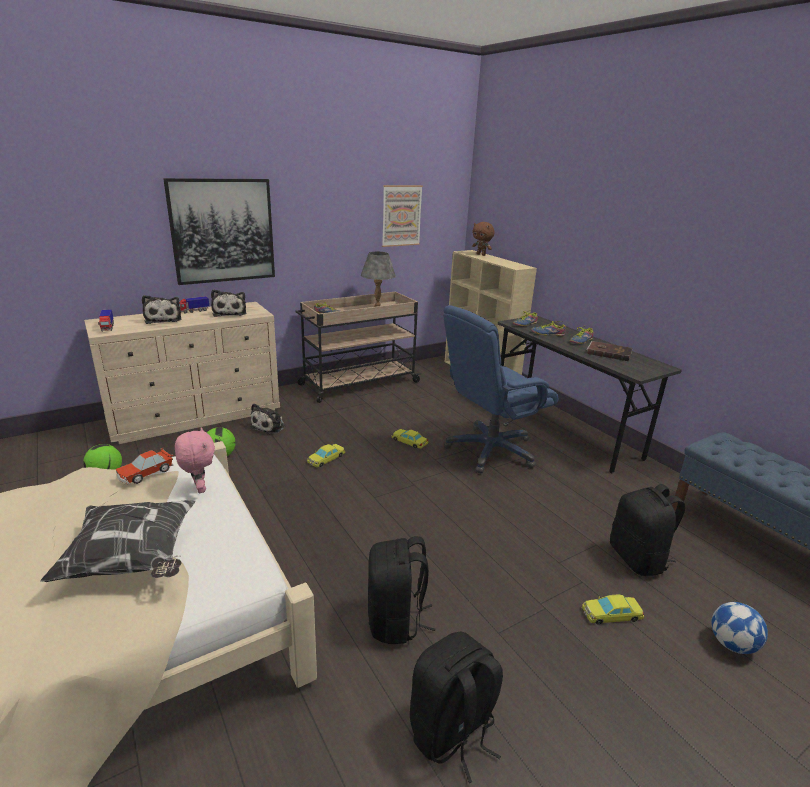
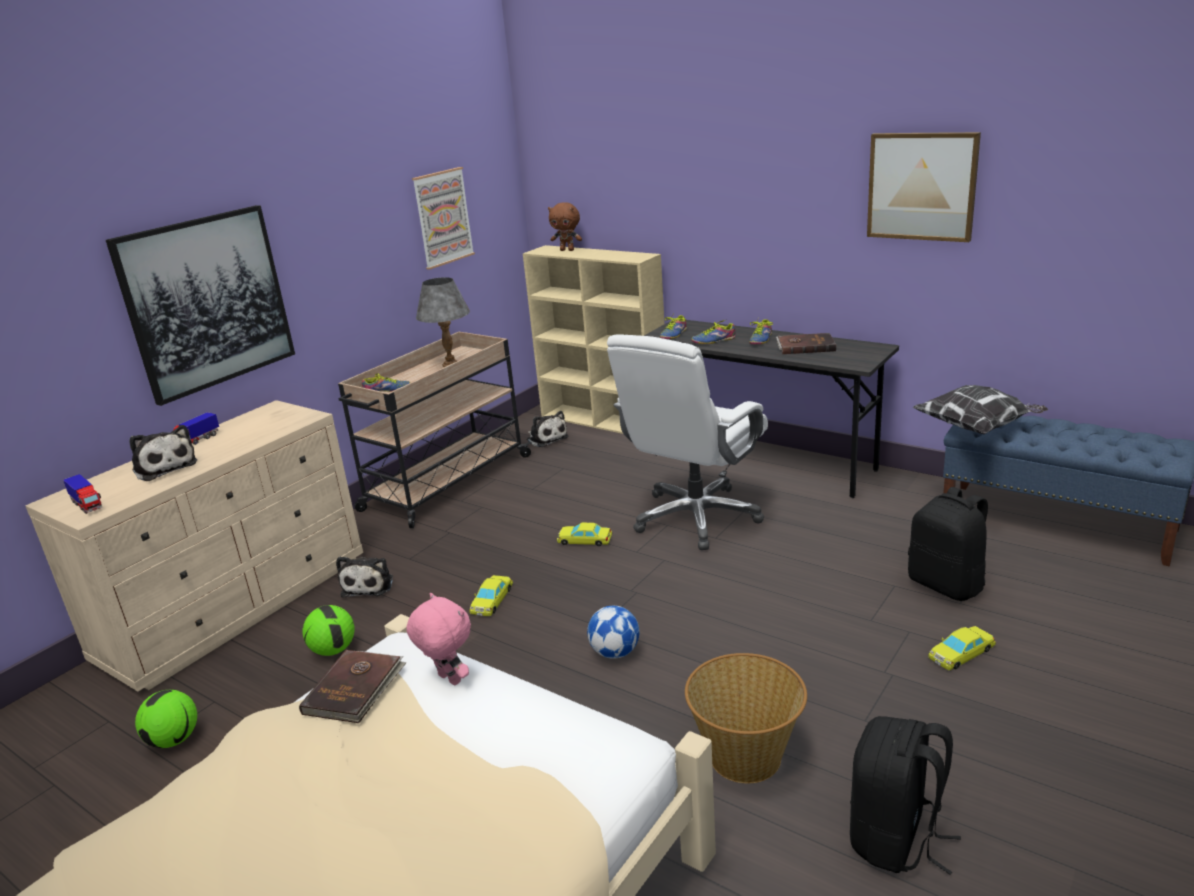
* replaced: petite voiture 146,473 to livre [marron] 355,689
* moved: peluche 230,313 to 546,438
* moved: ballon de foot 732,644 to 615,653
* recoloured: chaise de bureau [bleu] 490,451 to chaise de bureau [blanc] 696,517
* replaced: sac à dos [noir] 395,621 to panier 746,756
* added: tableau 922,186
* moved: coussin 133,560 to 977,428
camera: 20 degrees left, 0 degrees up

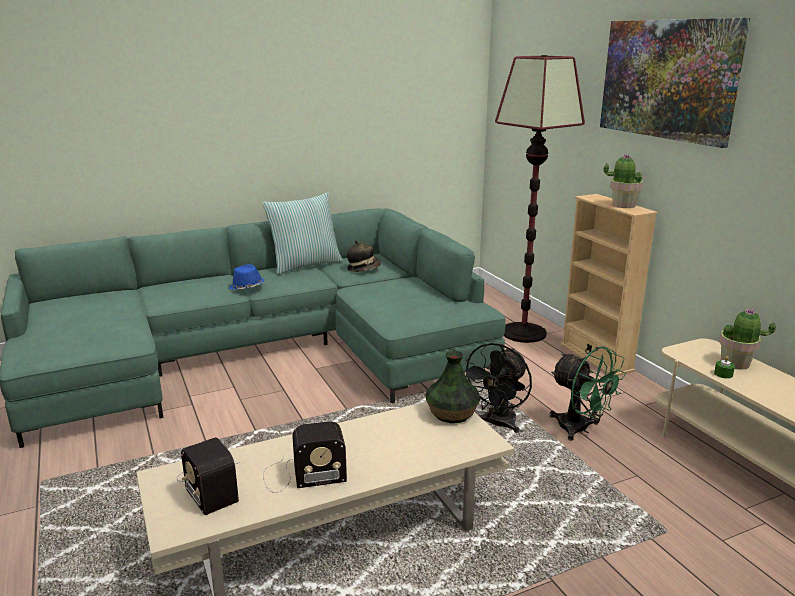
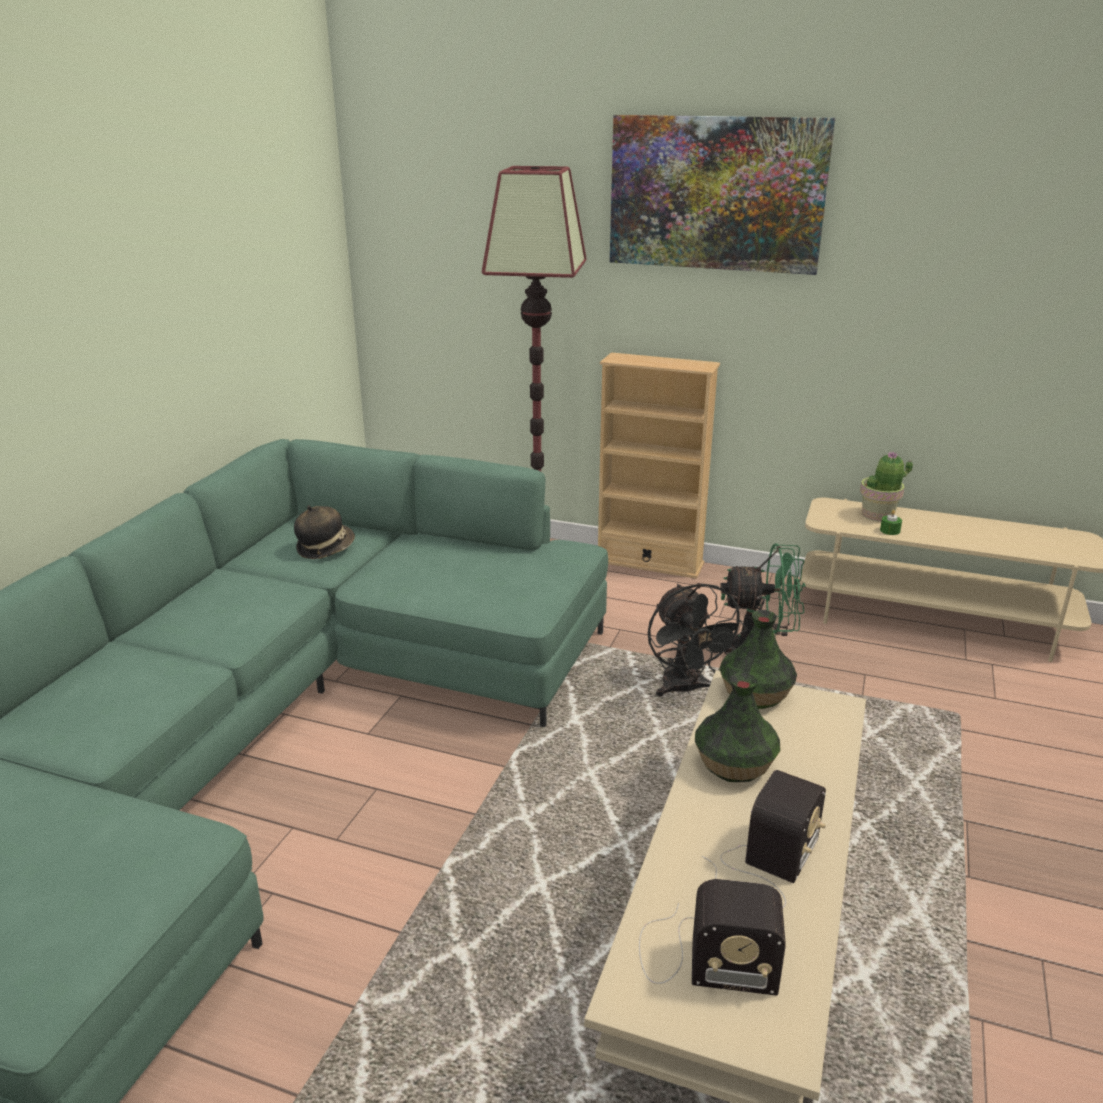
* added: vase 735,765
* removed: chapeau [bleu] 247,288
* removed: coussin 305,265
* removed: plante en pot 623,205
camera: 45 degrees left, 5 degrees up

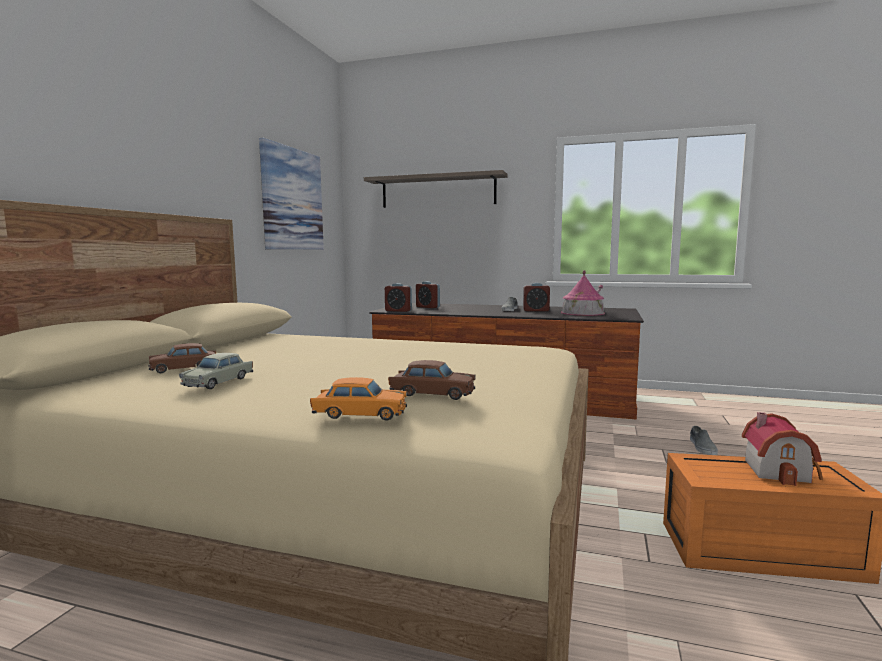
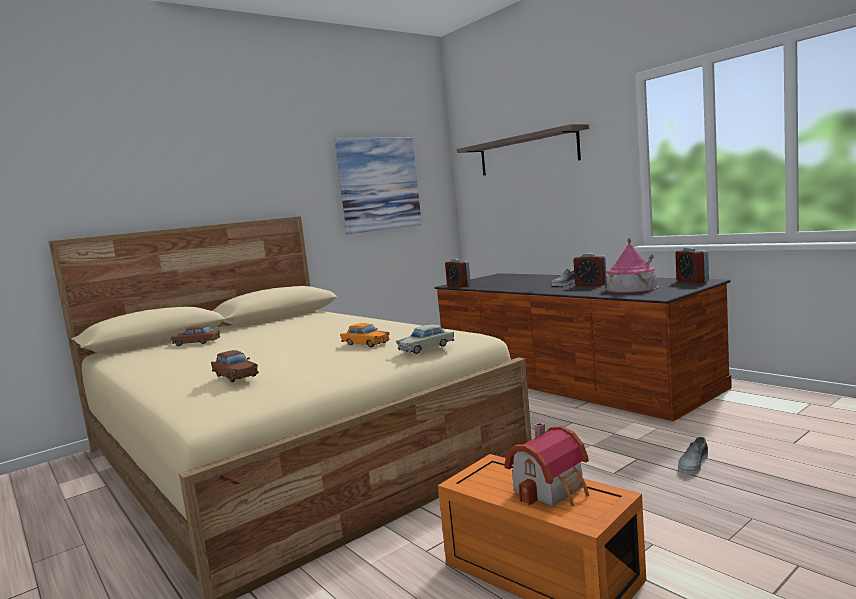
* moved: petite voiture [orange] 360,414 to 365,343
* moved: petite voiture [beige] 219,382 to 426,348
* moved: réveil 427,307 to 692,281
camera: 35 degrees right, 0 degrees up

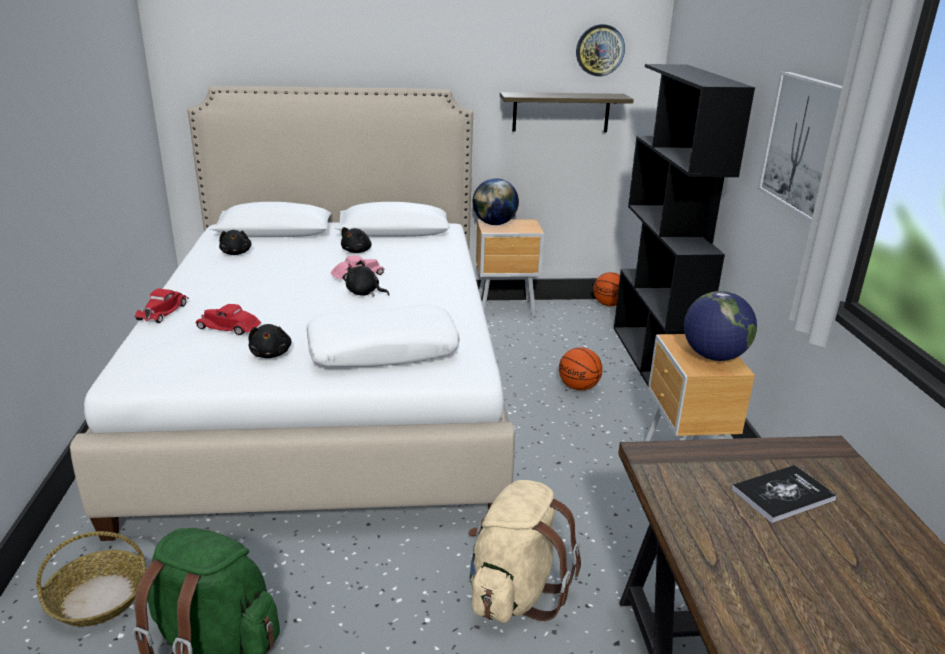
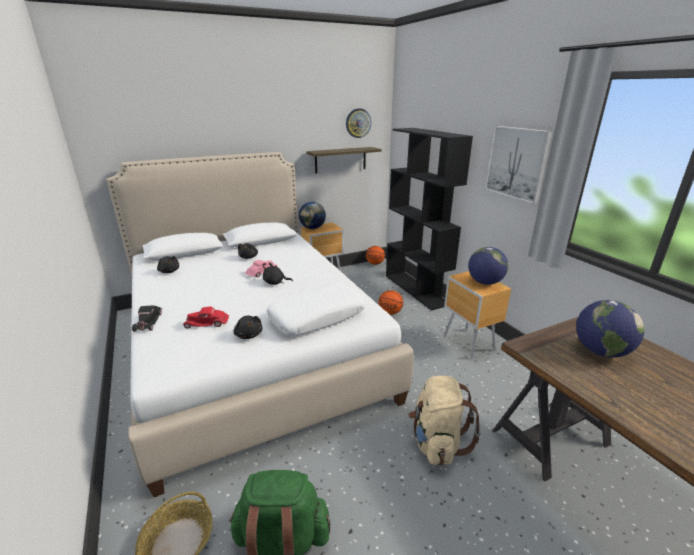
* recoloured: petite voiture [rouge] 163,311 to petite voiture [noir] 148,321
* replaced: livre 782,495 to globe 600,351
camera: 20 degrees left, 0 degrees up

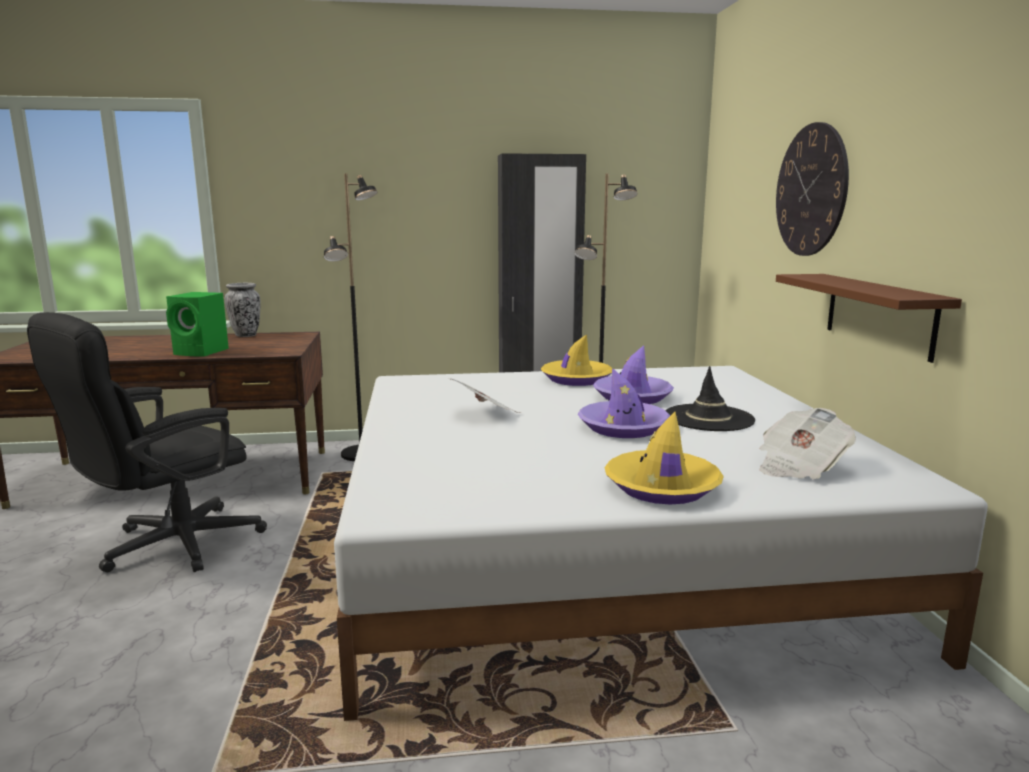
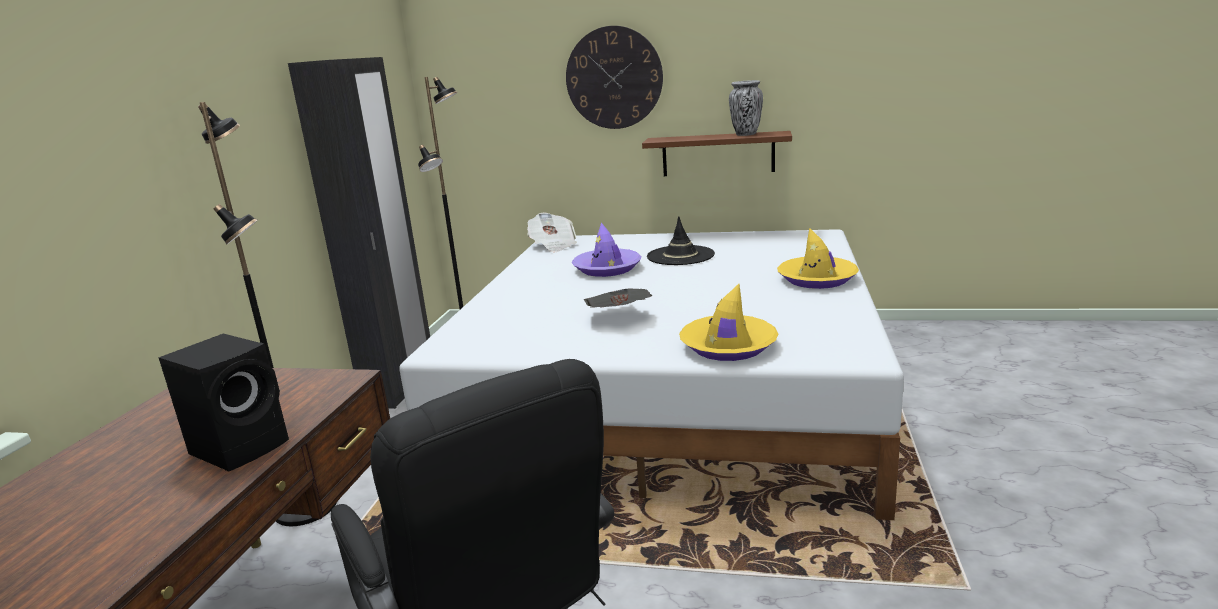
* recoloured: enceinte [vert] 202,352 to enceinte [noir] 243,446
* moved: journal 799,467 to 553,245
* moved: chapeau [jaune] 576,379 to 728,346
* moved: vase 246,335 to 746,134
* removed: chapeau [violet] 623,427
camera: 70 degrees left, 5 degrees up

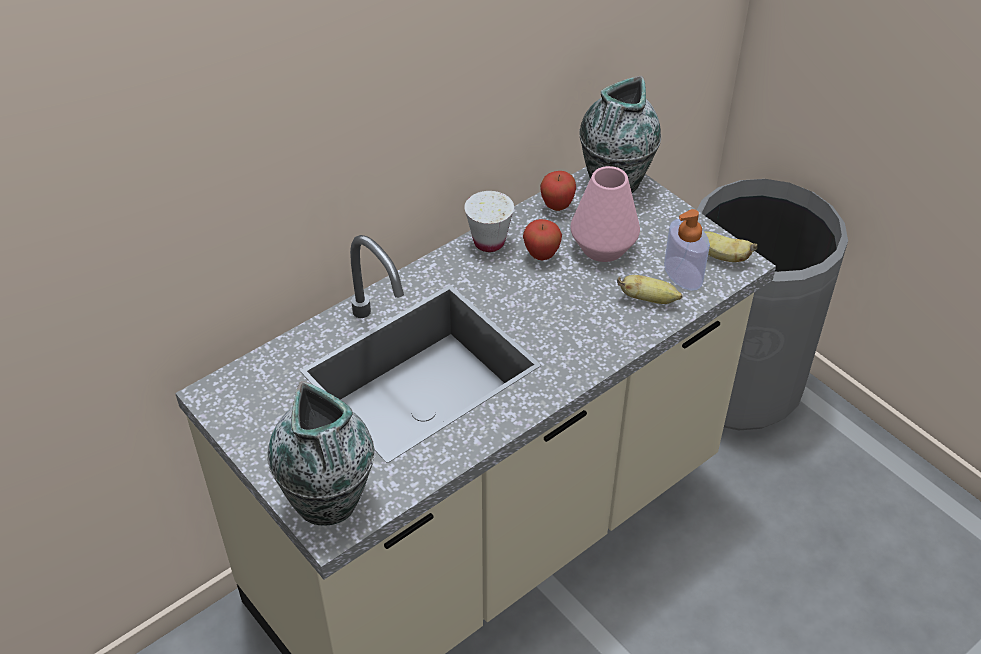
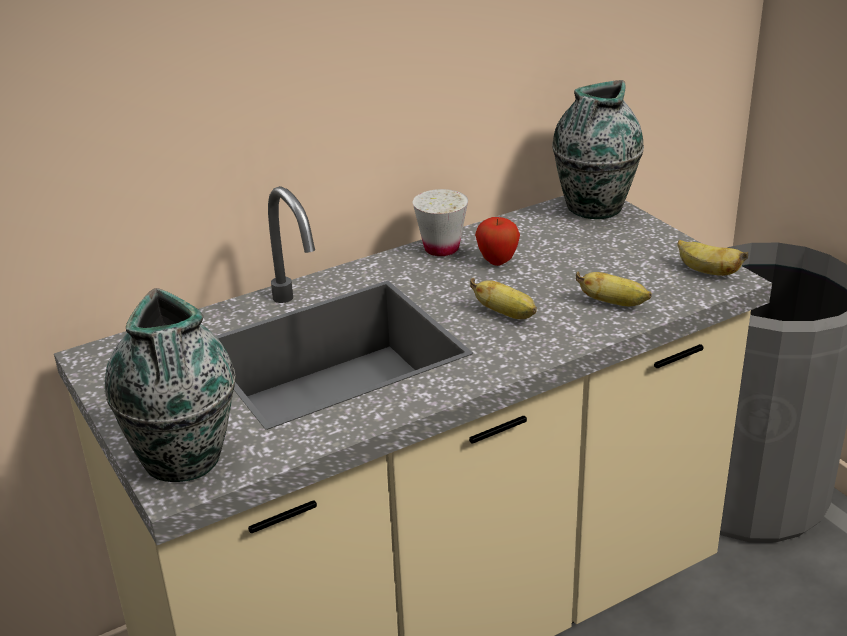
* added: banane 506,314
* removed: pomme 557,206
* removed: vase [rose] 603,247
* removed: distributeur de savon 683,273
camera: 10 degrees right, 15 degrees down

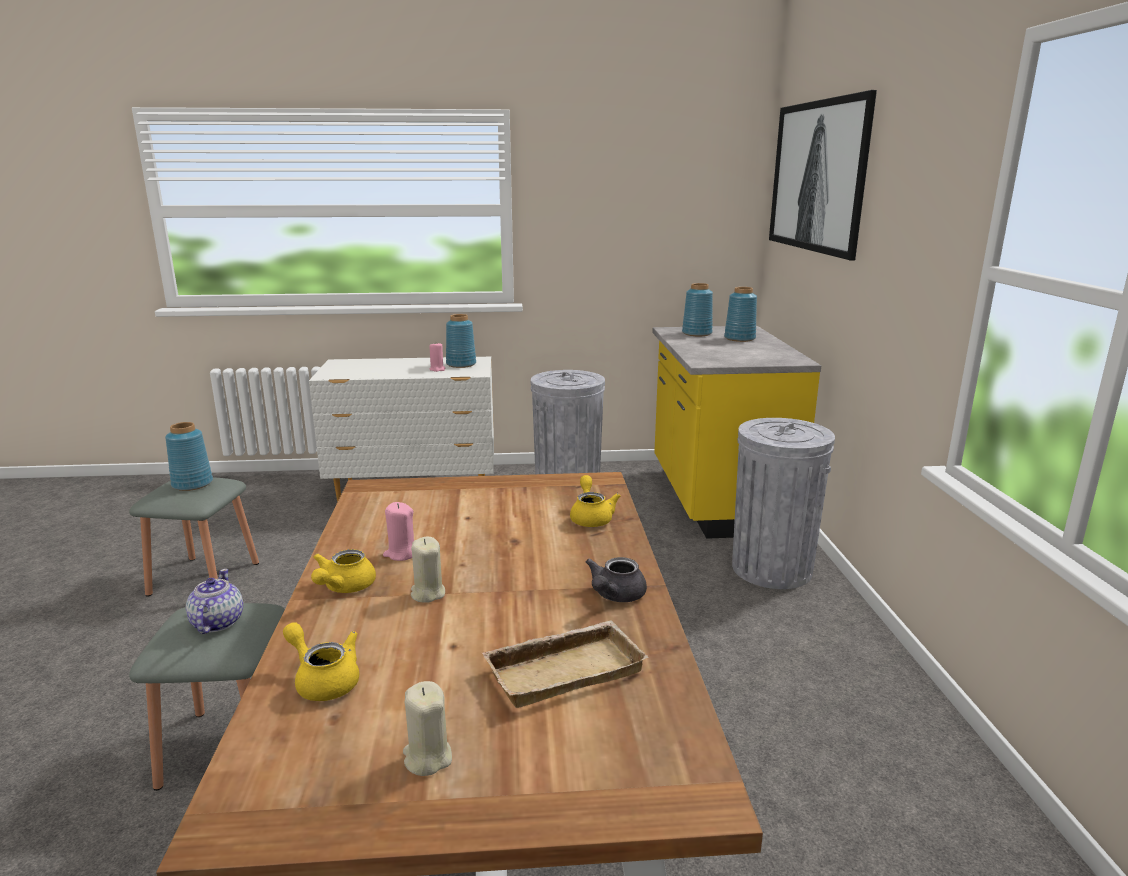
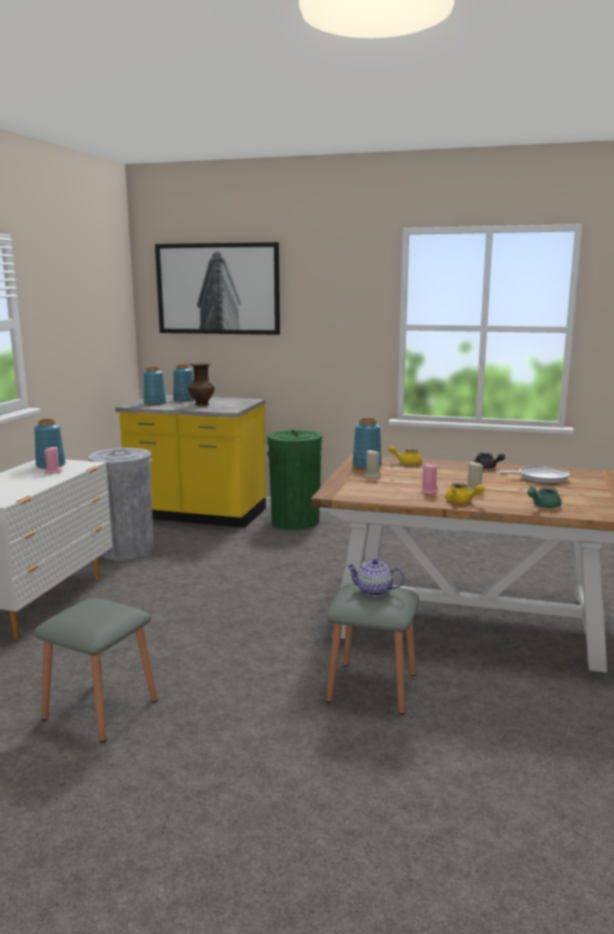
* added: vase [marron] 201,404
* recoloured: poubelle [gris] 771,568 to poubelle [vert] 295,521
* moved: vase [bleu] 193,484 to 366,466
* moved: bougie [beige] 427,757 to 372,476
* replaced: plateau [beige] 564,669 to poêle 539,478
* recoloured: théière [jaune] 323,680 to théière [vert] 542,506
camera: 70 degrees left, 5 degrees down

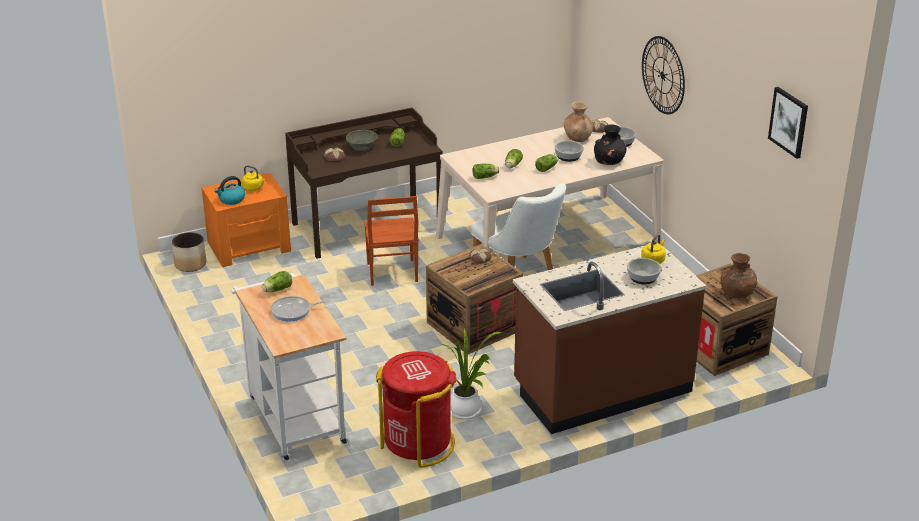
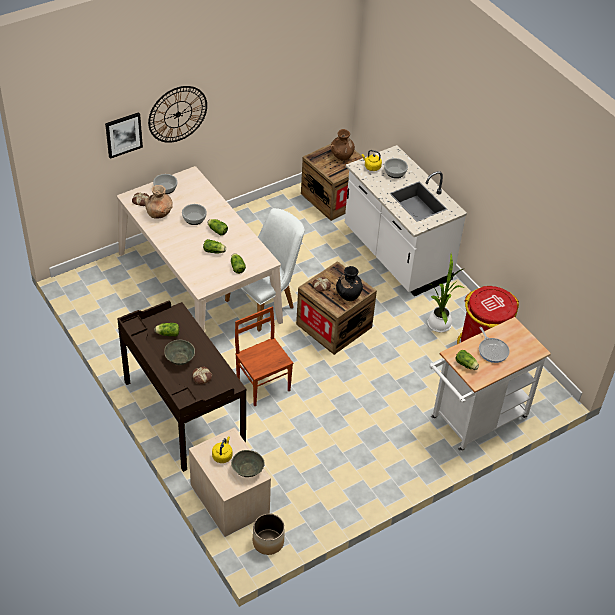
* moved: tableau 789,122 to 123,134
* recoloured: table de chevet [orange] 249,246 to table de chevet [beige] 229,499
* replaced: bouilloire 231,199 to bol [gris] 247,469
* turned: chaise [marron] 391,273 = 263,385 105 degrees counterclockwise
* moved: vase [noir] 609,161 to 348,294
* recoloured: comptoir de cuisine [marron] 601,388 to comptoir de cuisine [blanc] 396,255
camera: 100 degrees left, 15 degrees up

